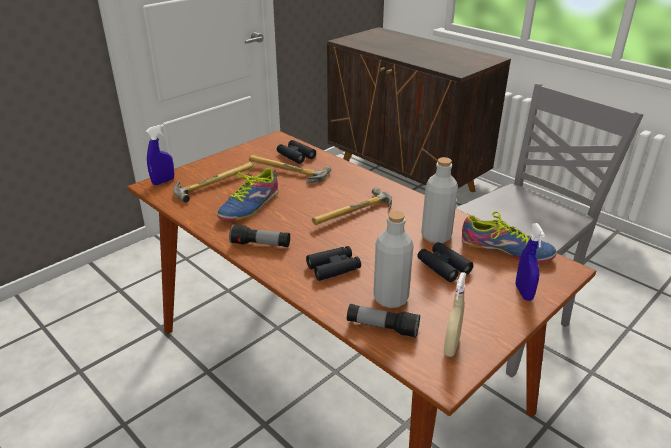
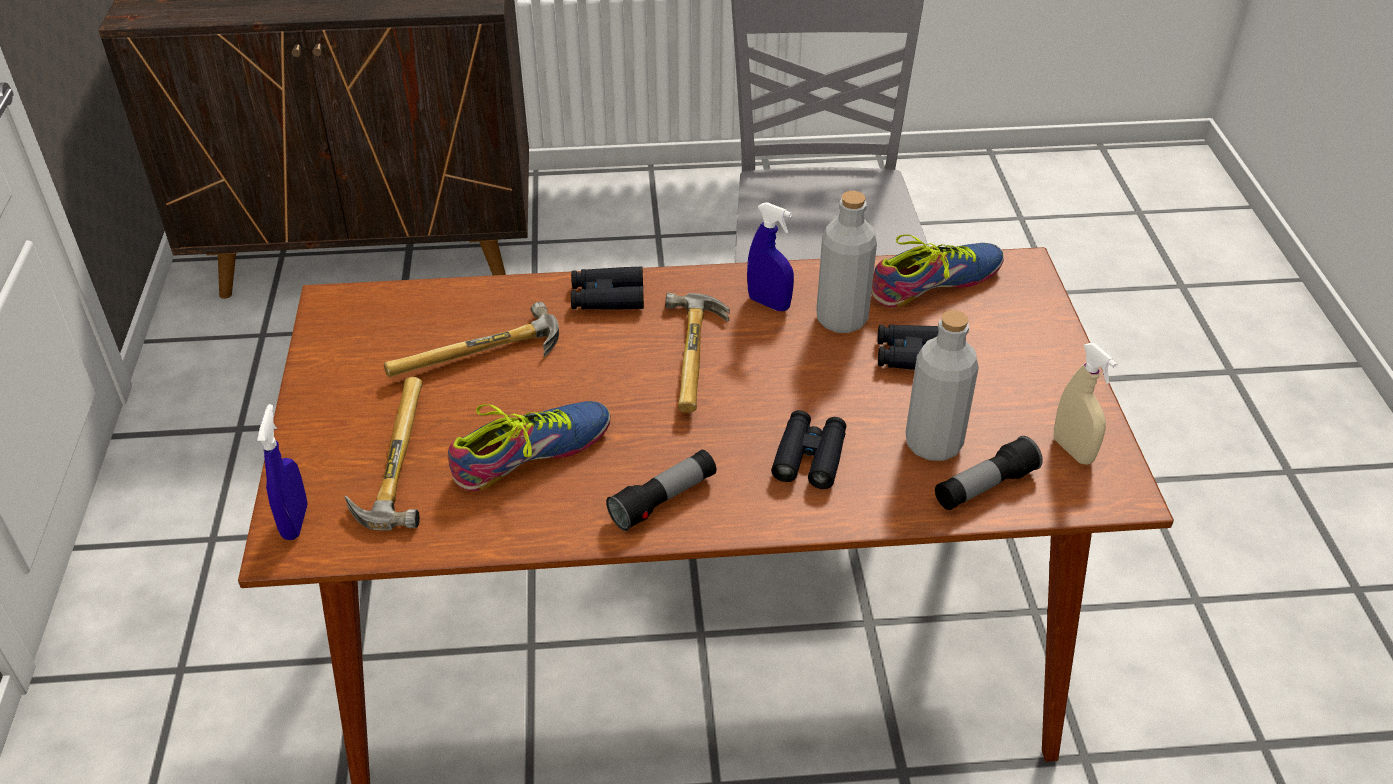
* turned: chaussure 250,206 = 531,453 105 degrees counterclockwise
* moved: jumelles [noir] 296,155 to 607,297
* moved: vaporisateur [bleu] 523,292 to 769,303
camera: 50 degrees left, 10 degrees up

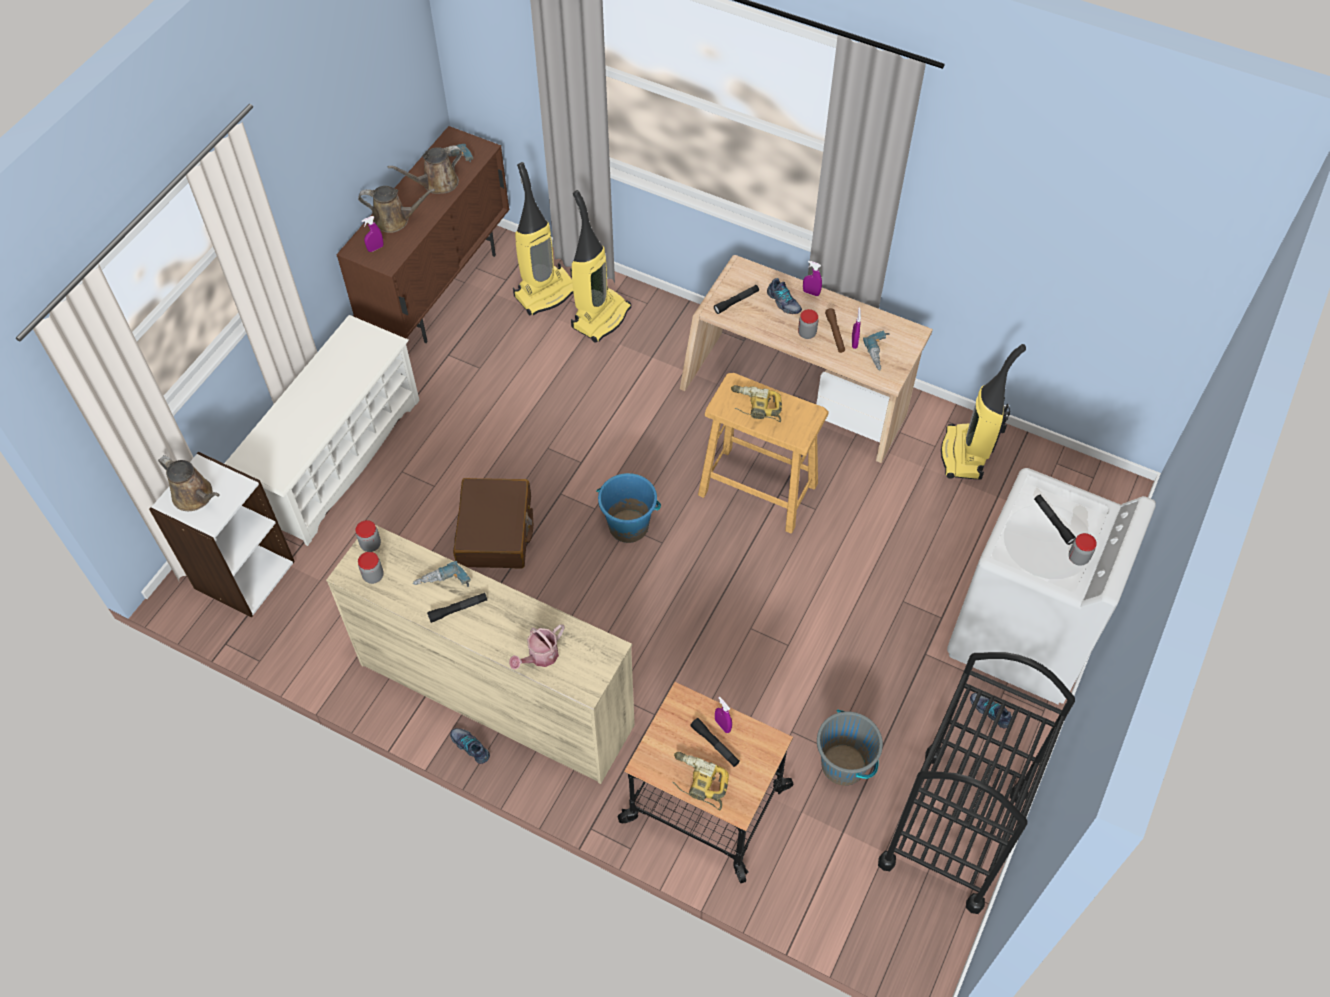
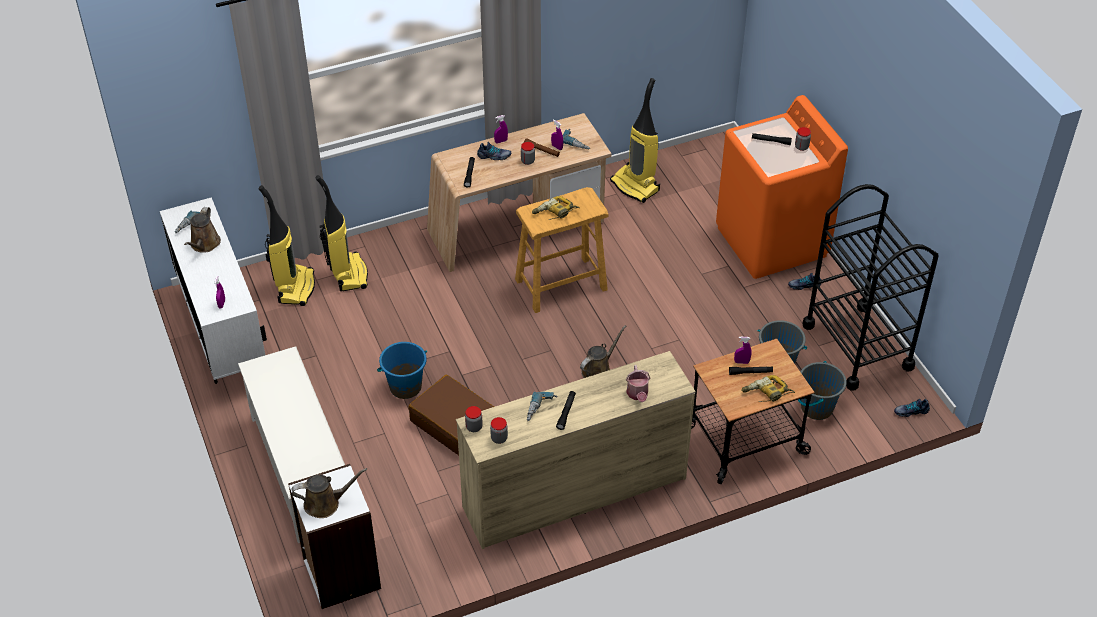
* recoloured: meuble de rangement [marron] 439,288 to meuble de rangement [blanc] 223,336
* moved: seau [bleu] 628,526 to 405,387
* moved: arrosoir [marron] 395,220 to 598,370
* recoloured: lave-linge [blanc] 1022,635 to lave-linge [orange] 772,242
* added: seau [gris] 816,408
* moved: chaussure 471,746 to 911,411
camera: 50 degrees left, 10 degrees down

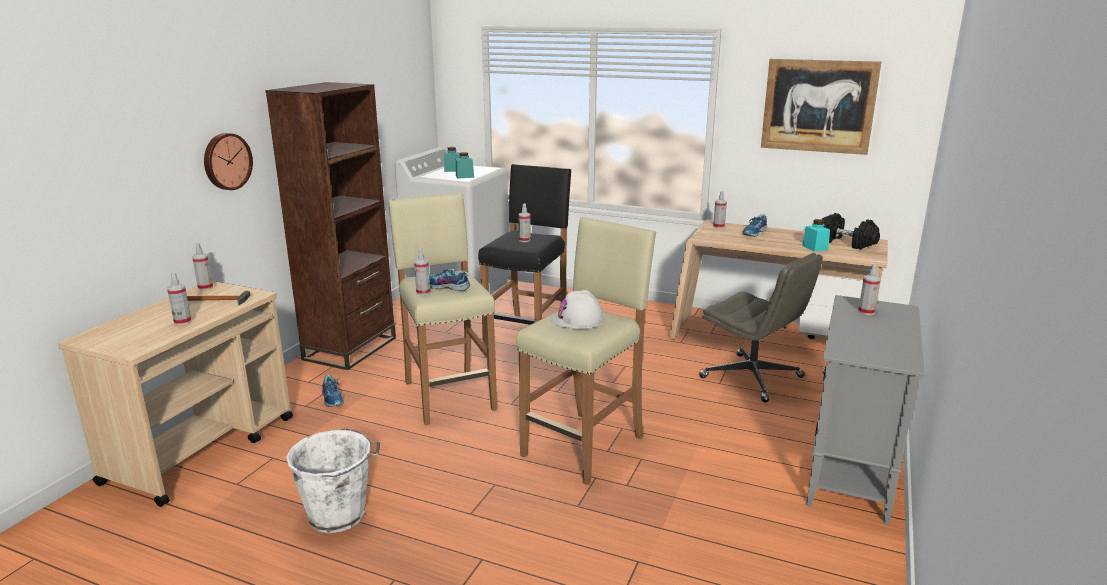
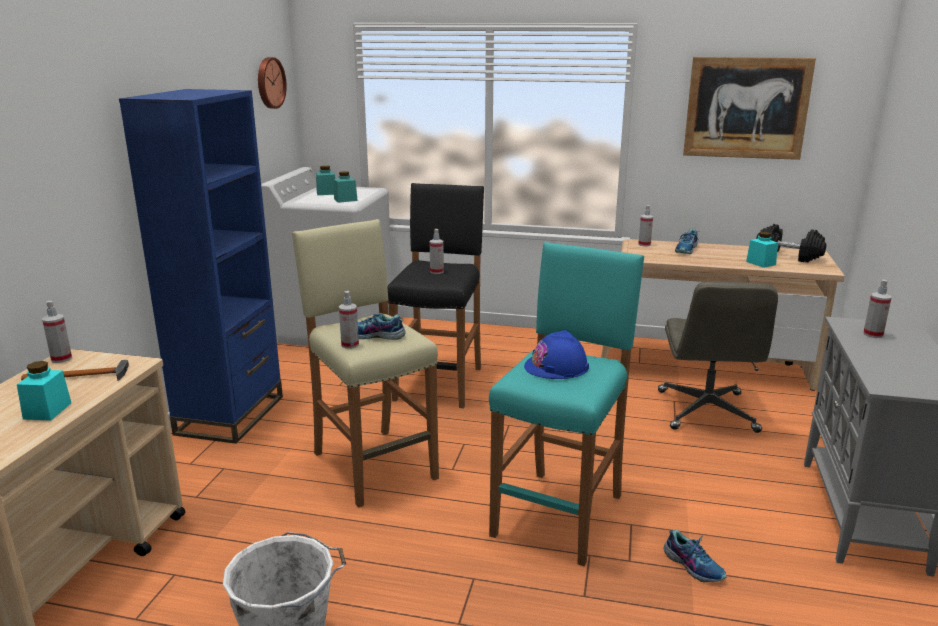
* replaced: vaporisateur 182,322 to bocal [turquoise] 47,411
* recoloured: bibliothèque [marron] 350,349 to bibliothèque [bleu] 230,415
* moved: horloge murale 226,161 to 269,83
* recoloured: tabouret [beige] 584,445 to tabouret [turquoise] 559,514
* recoloured: casque de chantier [blanc] 578,319 to casque de chantier [bleu] 556,366
* turned: chaise de bureau [gris] 753,378 = 707,412 60 degrees clockwise
* moved: chaussure 333,398 to 693,565
camera: 10 degrees left, 0 degrees up

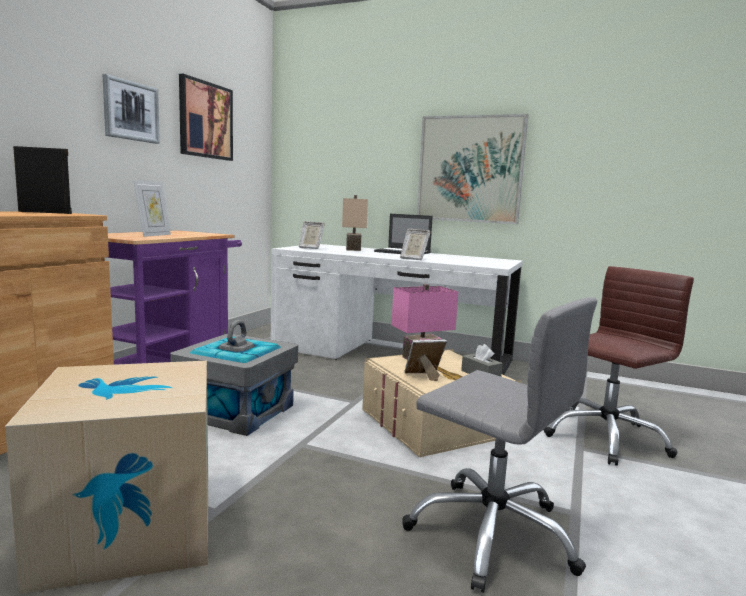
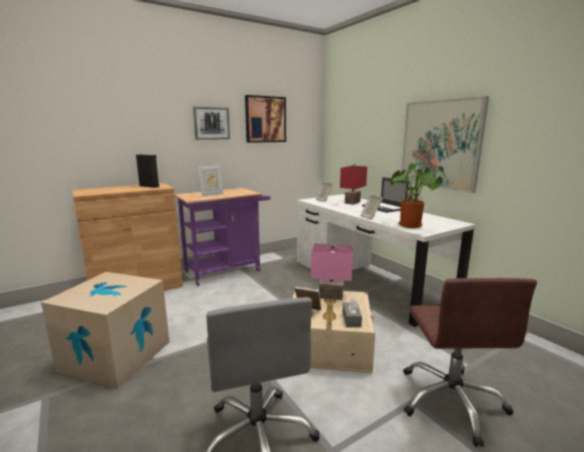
* recoloured: lampe de table [beige] 354,249 to lampe de table [rouge] 353,202
* added: plante en pot 413,226
* turned: chaise de bureau [marron] 605,437 = 451,401 90 degrees clockwise
* removed: boîte de rangement [gris] 236,411
camera: 35 degrees right, 5 degrees up

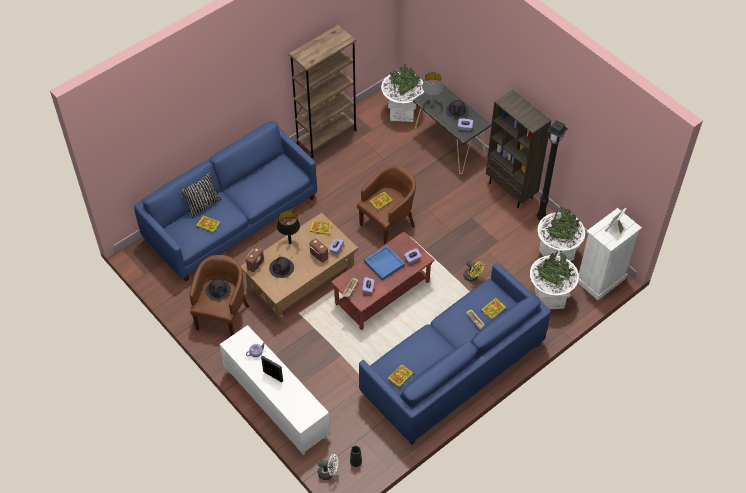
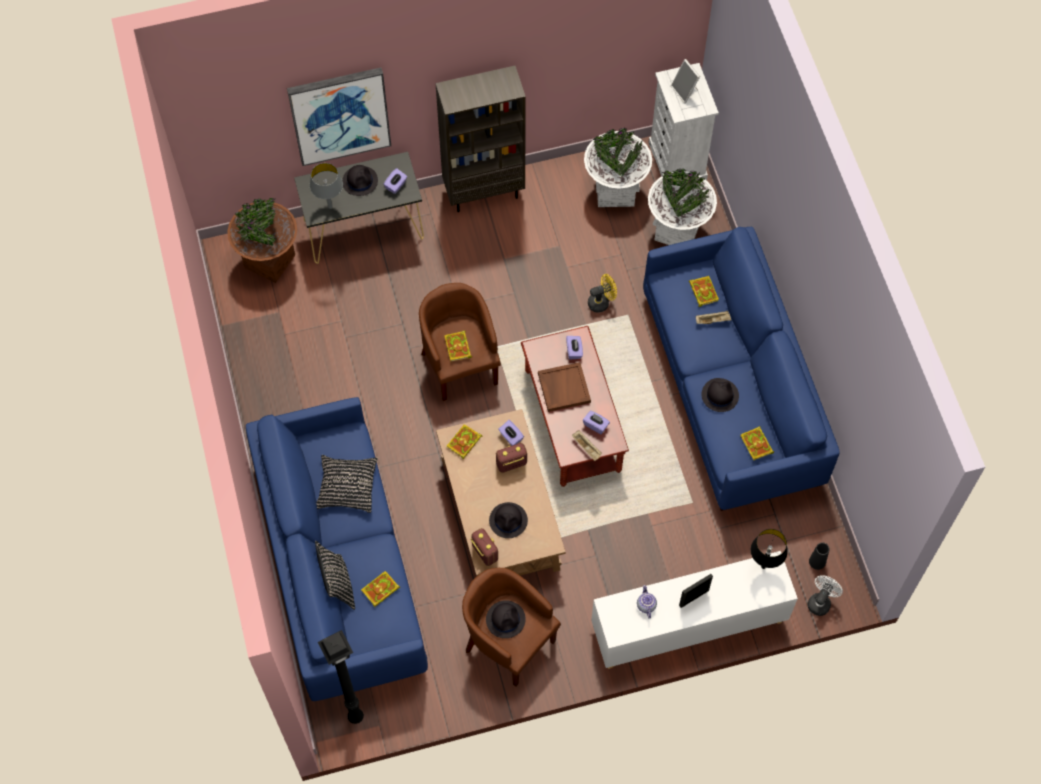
* recoloured: cache-pot [blanc] 402,112 to cache-pot [marron] 269,261
* added: tableau 340,115
* added: coussin [noir] 347,486
* moved: lampadaire [noir] 540,217 to 354,716
* recoloured: plateau [bleu] 384,263 to plateau [marron] 563,388
* added: chapeau [noir] 719,395
* moved: lampe de table [noir] 290,242 to 763,566
* removed: bibliothèque [marron] 326,136
camera: 65 degrees left, 10 degrees up

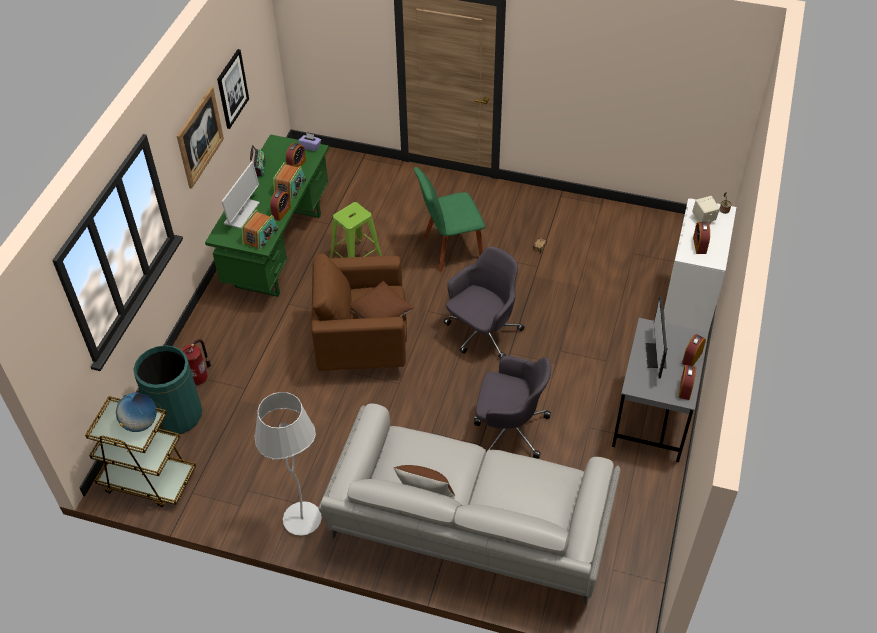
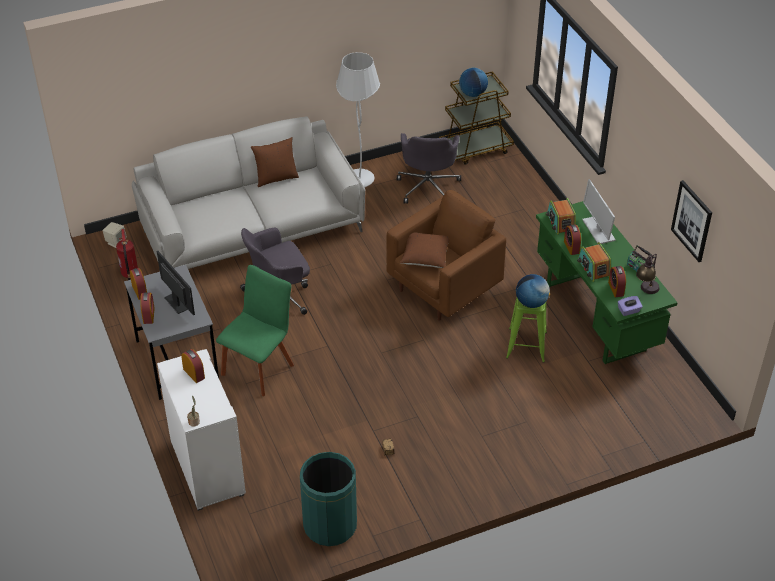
* moved: enceinte [beige] 703,219 to 116,242
* moved: extincteur 199,377 to 129,274
* moved: chaise [vert] 450,249 to 259,367
* moved: poubelle [vert] 177,415 to 330,525
* moved: chaise de bureau [gris] 482,333 to 428,186
* added: globe 531,303
* added: lampe de table 646,291
* removed: tableau 200,137
camera: 140 degrees right, 5 degrees down

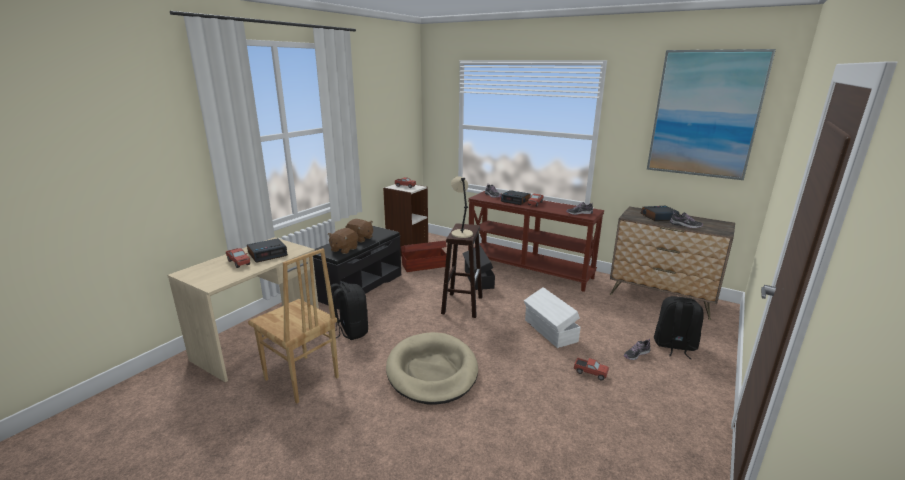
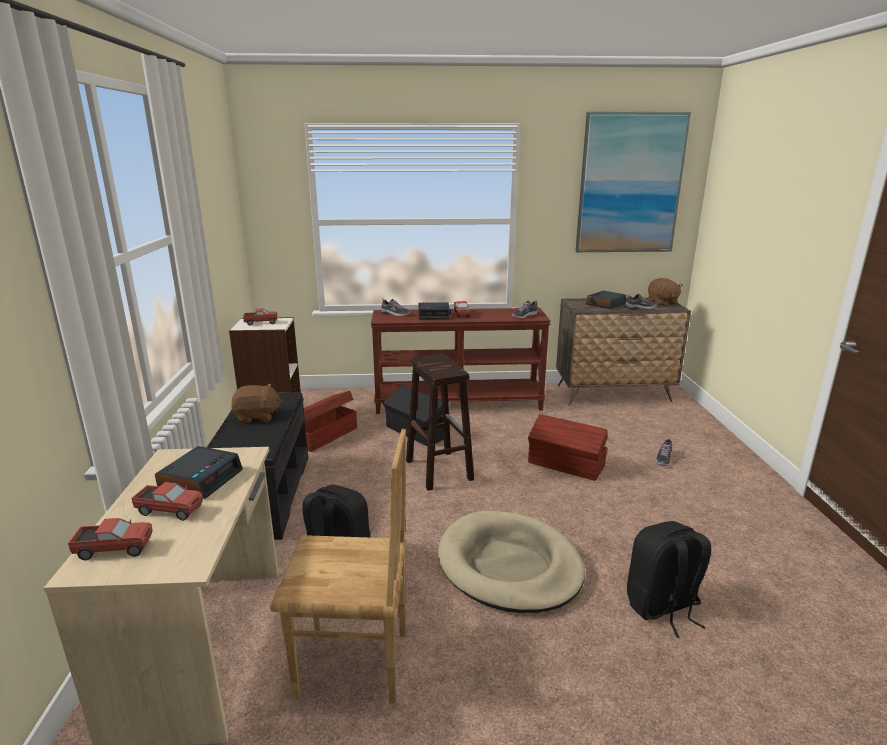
* moved: camion jouet 590,373 to 114,549
* recoloured: boîte de rangement [blanc] 550,331 to boîte de rangement [marron] 566,465
* moved: sac à dos [noir] 674,346 to 662,607
* moved: peluche [marron] 344,249 to 662,303
* removed: lampe de table [beige] 461,233
camera: 35 degrees left, 0 degrees up

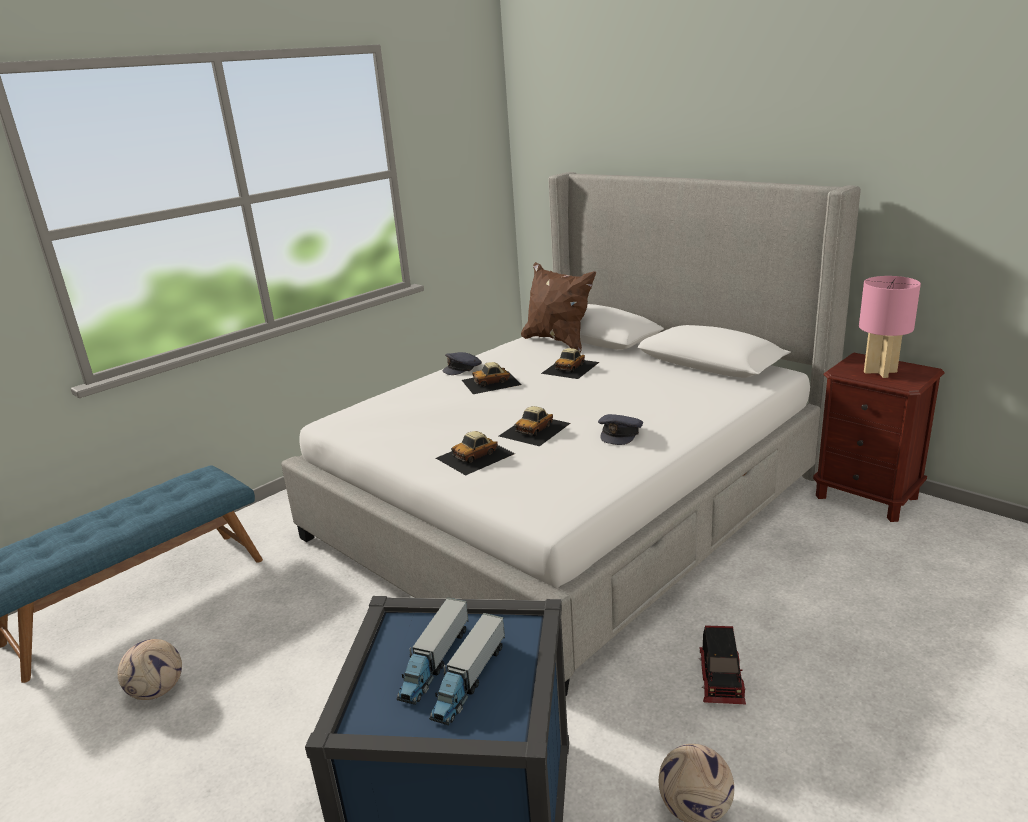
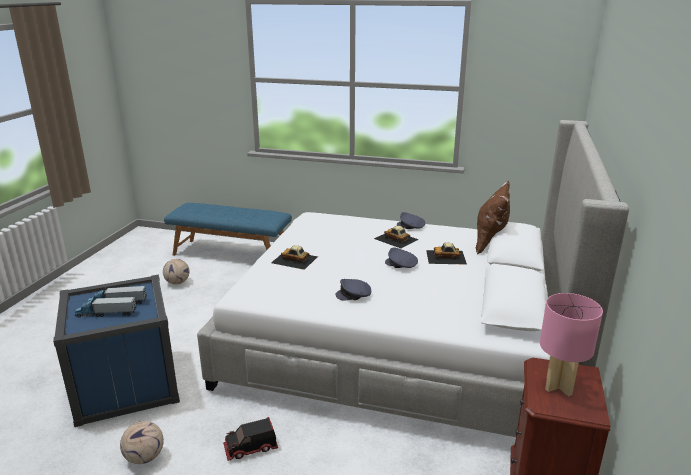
* added: casquette [gris] 401,264
* removed: petite voiture 535,429
camera: 60 degrees right, 0 degrees up

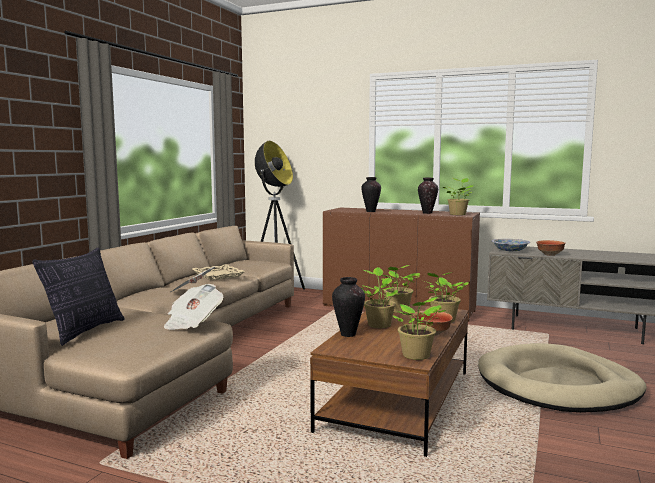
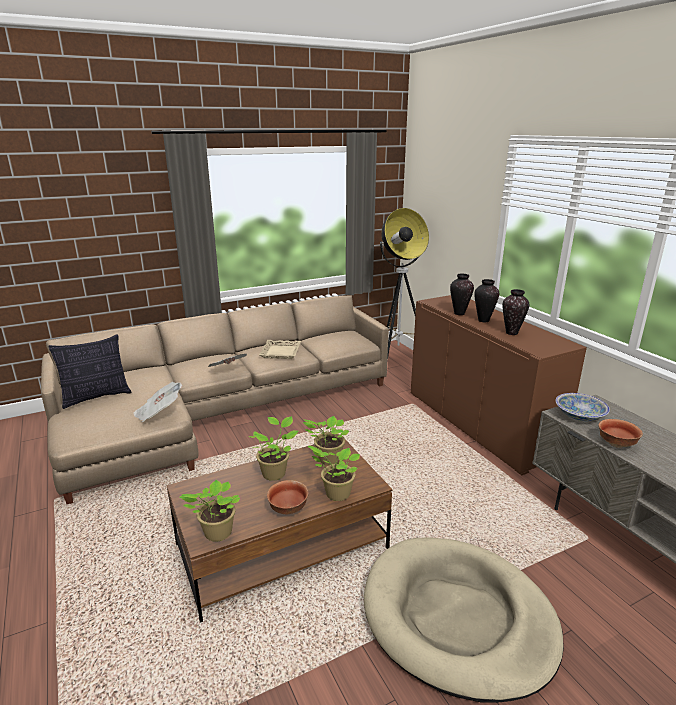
* moved: vase 347,334 to 483,320
* removed: plante en pot 458,214
camera: 40 degrees right, 15 degrees up

